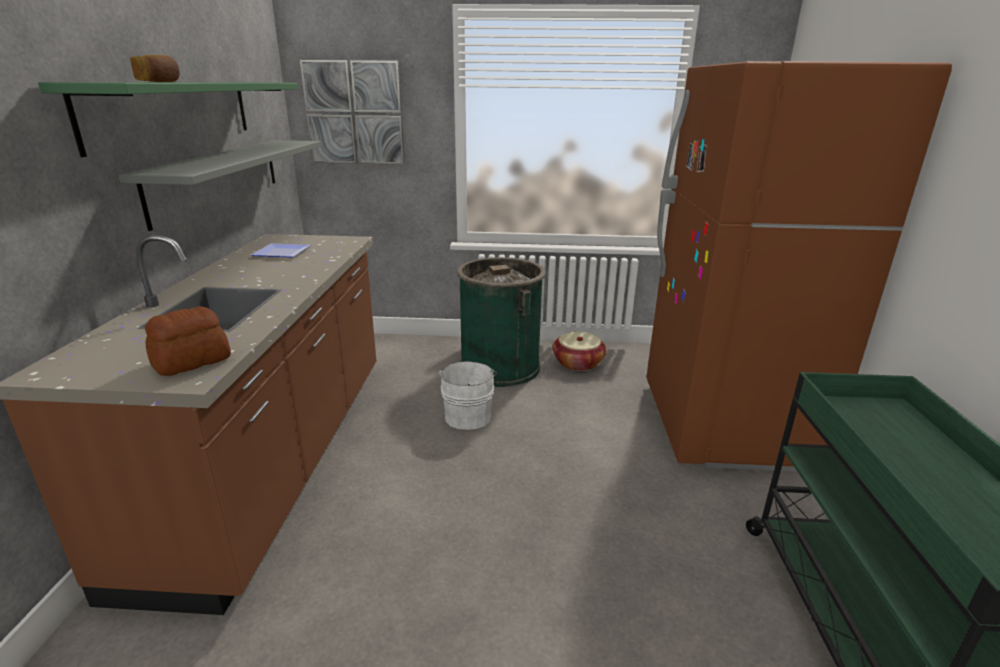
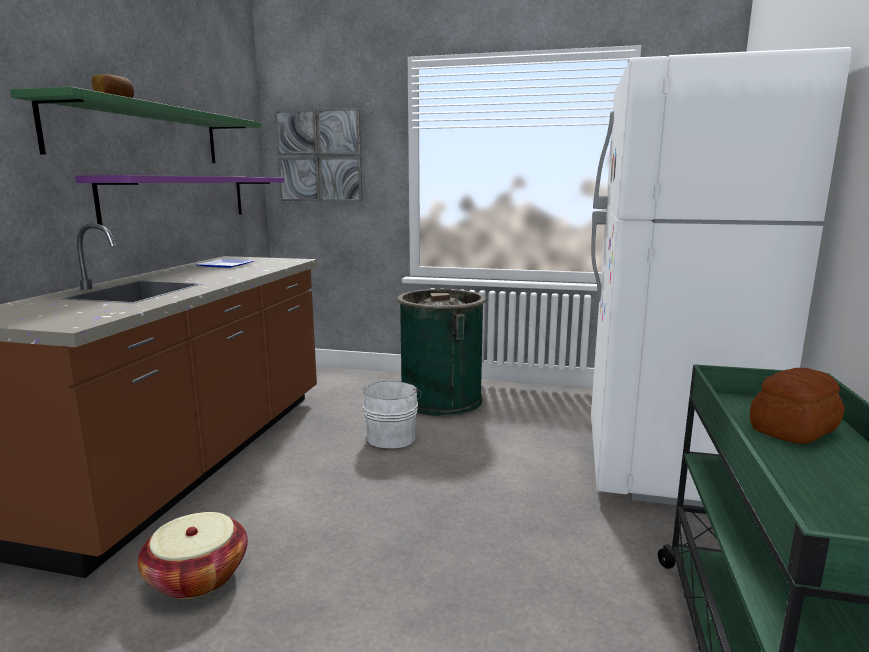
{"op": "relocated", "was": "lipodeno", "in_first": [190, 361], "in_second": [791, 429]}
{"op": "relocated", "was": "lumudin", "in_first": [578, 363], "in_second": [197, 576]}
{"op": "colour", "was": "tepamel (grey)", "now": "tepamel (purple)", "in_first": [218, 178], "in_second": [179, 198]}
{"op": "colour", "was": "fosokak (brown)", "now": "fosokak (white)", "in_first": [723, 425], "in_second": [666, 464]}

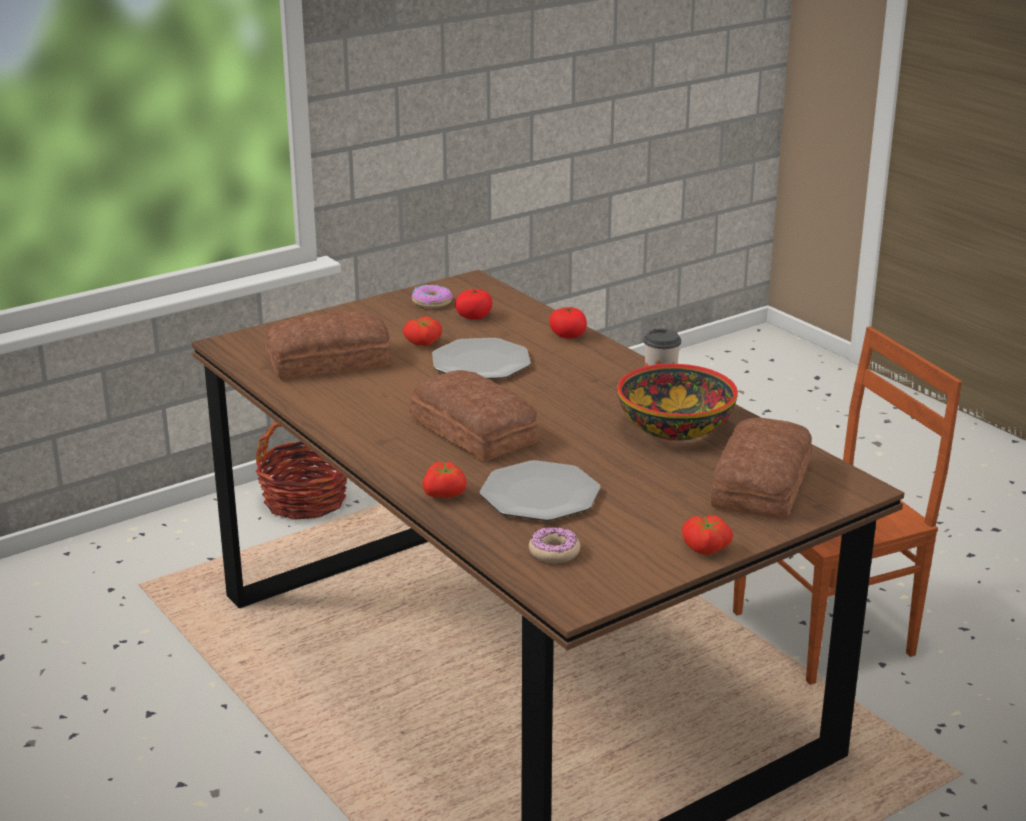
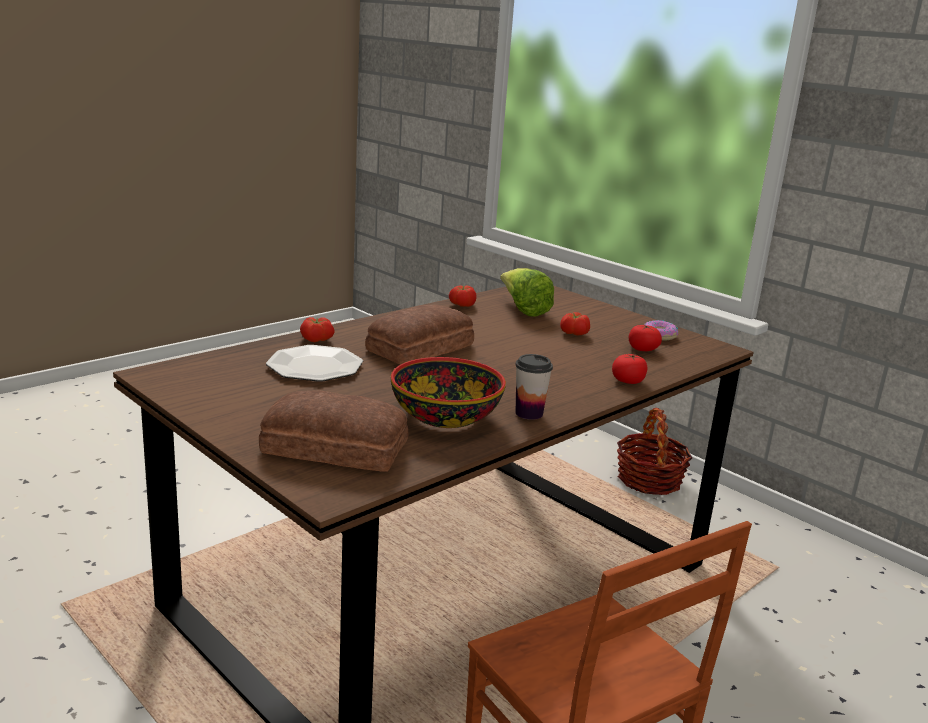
{"op": "missing", "was": "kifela", "in_first": [481, 362]}
{"op": "missing", "was": "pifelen", "in_first": [554, 552]}
{"op": "relocated", "was": "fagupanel", "in_first": [705, 549], "in_second": [461, 305]}
{"op": "exchanged", "was": "lipodeno", "now": "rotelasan", "in_first": [330, 361], "in_second": [523, 310]}

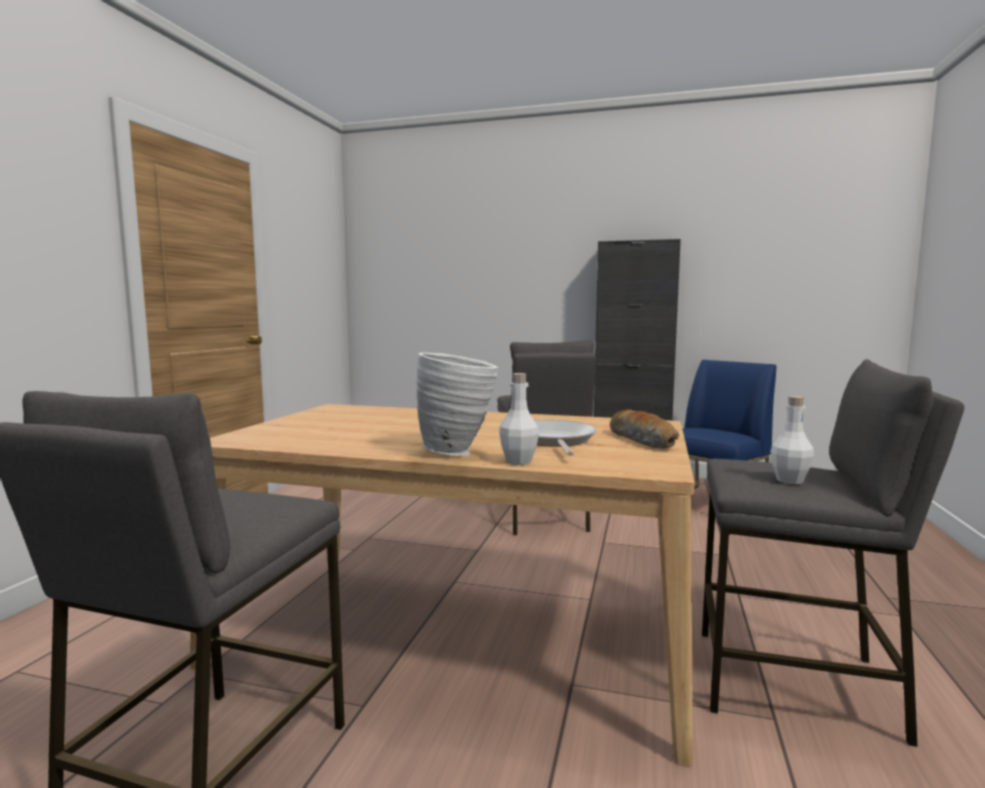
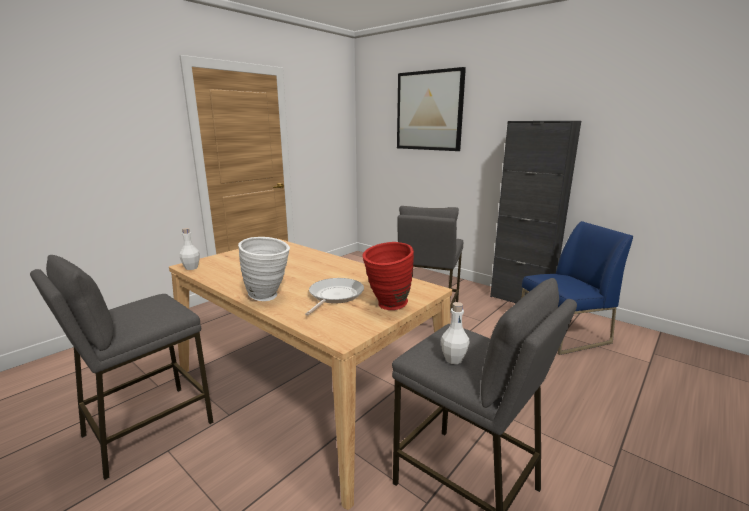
{"op": "appeared", "now": "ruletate", "in_second": [429, 111]}
{"op": "relocated", "was": "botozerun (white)", "in_first": [518, 461], "in_second": [191, 268]}
{"op": "exchanged", "was": "lipodeno", "now": "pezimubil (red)", "in_first": [643, 440], "in_second": [387, 306]}

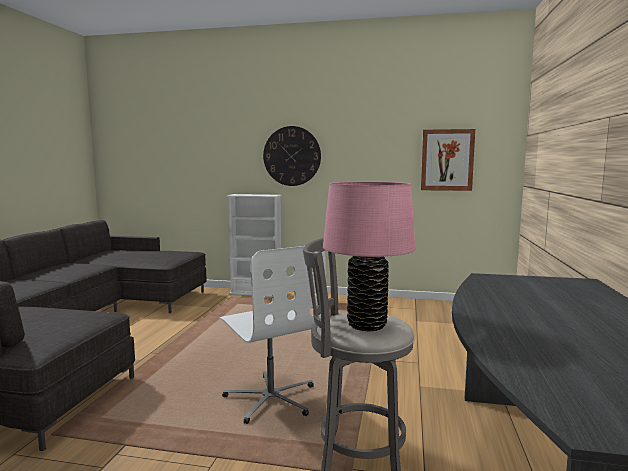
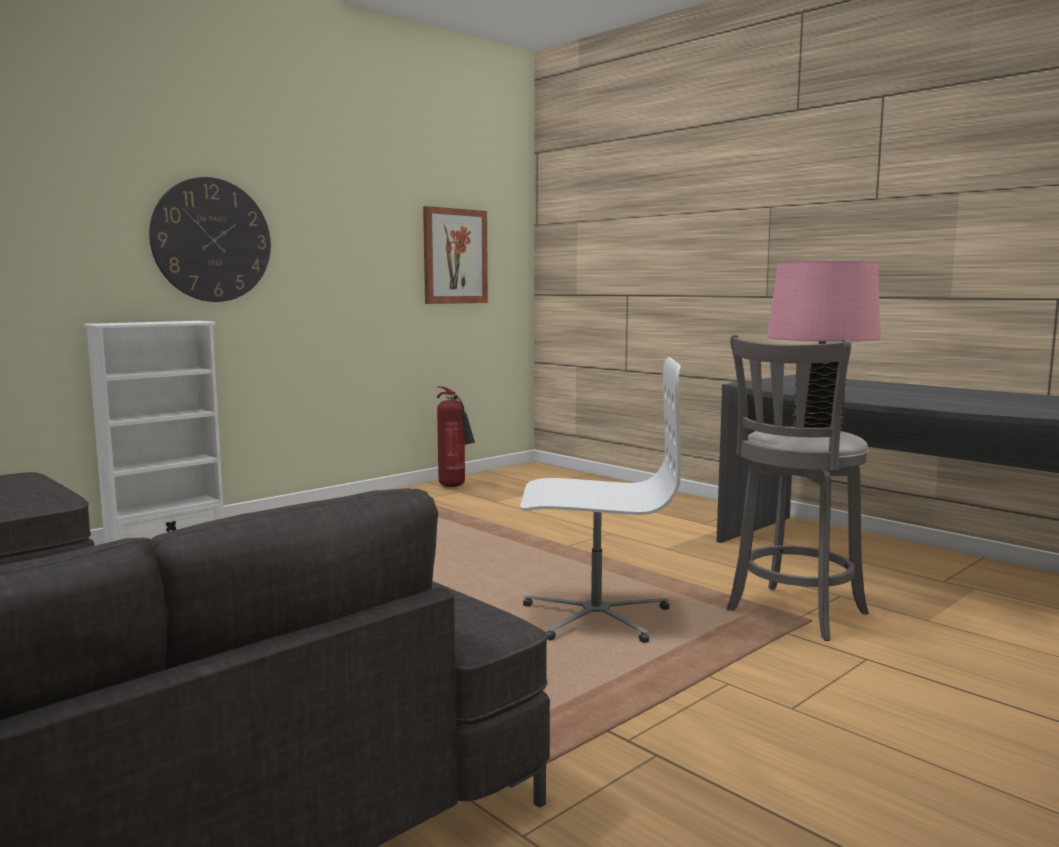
{"op": "appeared", "now": "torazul", "in_second": [455, 486]}

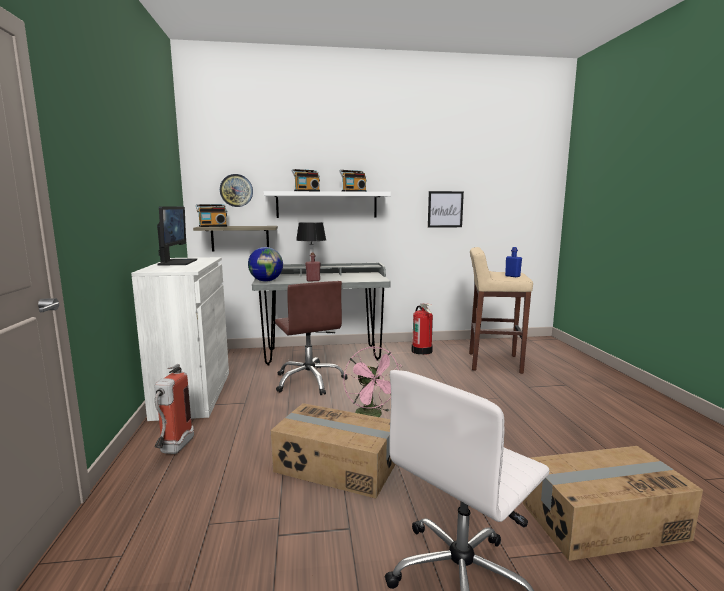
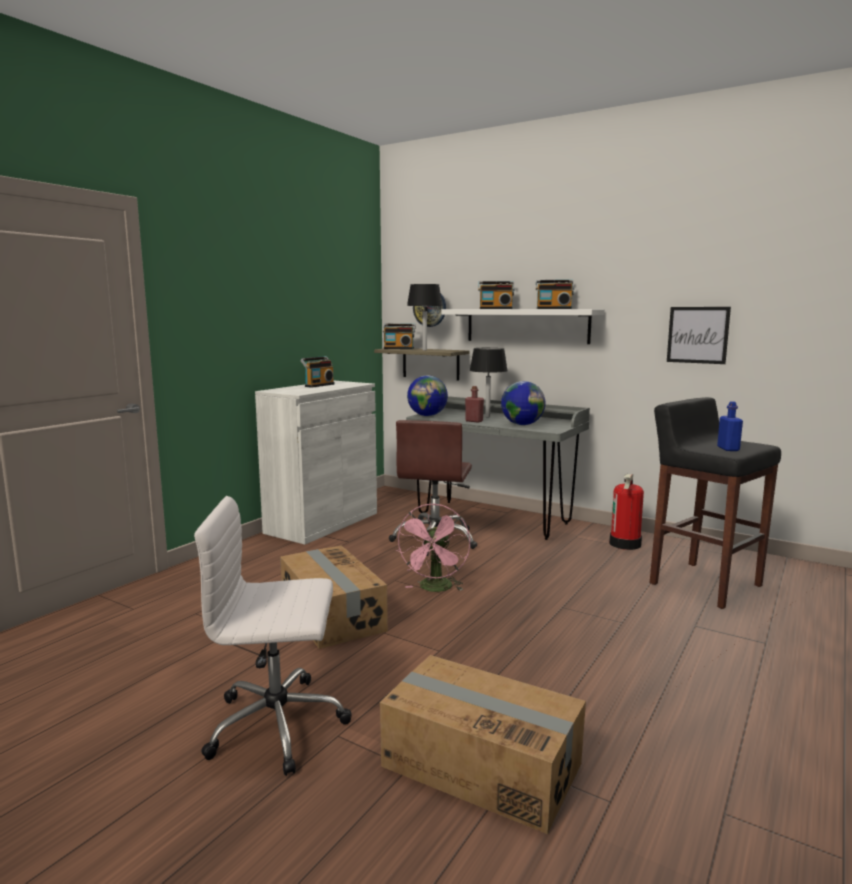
{"op": "missing", "was": "torazul", "in_first": [173, 450]}
{"op": "appeared", "now": "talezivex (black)", "in_second": [424, 350]}
{"op": "appeared", "now": "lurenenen", "in_second": [522, 424]}
{"op": "exchanged", "was": "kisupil", "now": "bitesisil", "in_first": [177, 262], "in_second": [318, 385]}
{"op": "colour", "was": "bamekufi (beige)", "now": "bamekufi (black)", "in_first": [493, 363], "in_second": [703, 584]}

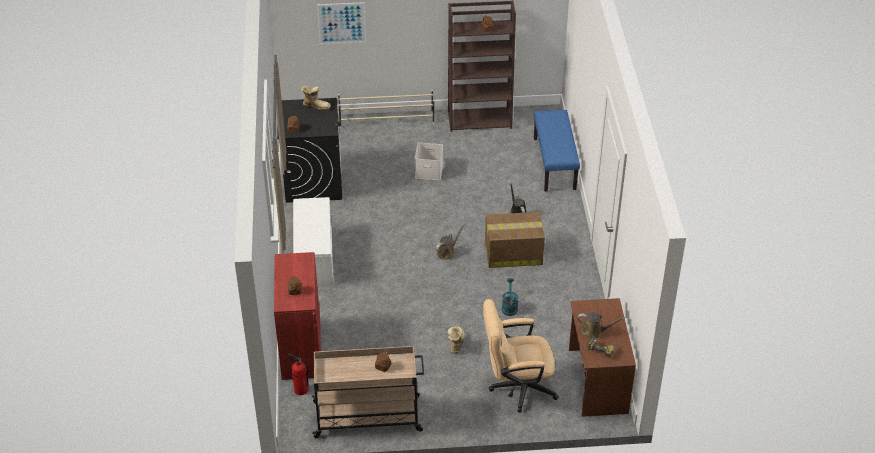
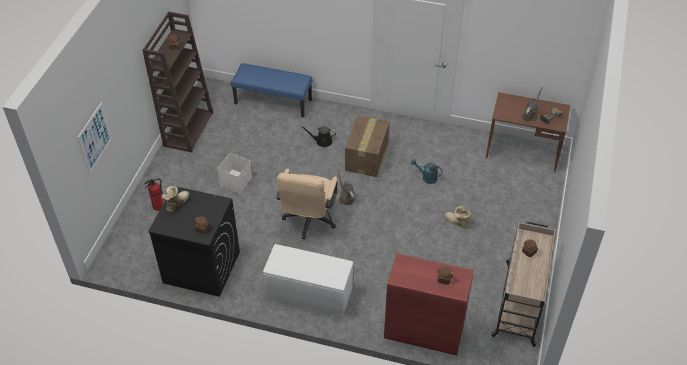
{"op": "missing", "was": "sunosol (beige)", "in_first": [387, 119]}
{"op": "relocated", "was": "torazul", "in_first": [300, 390], "in_second": [158, 206]}
{"op": "relocated", "was": "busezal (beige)", "in_first": [516, 387], "in_second": [309, 221]}

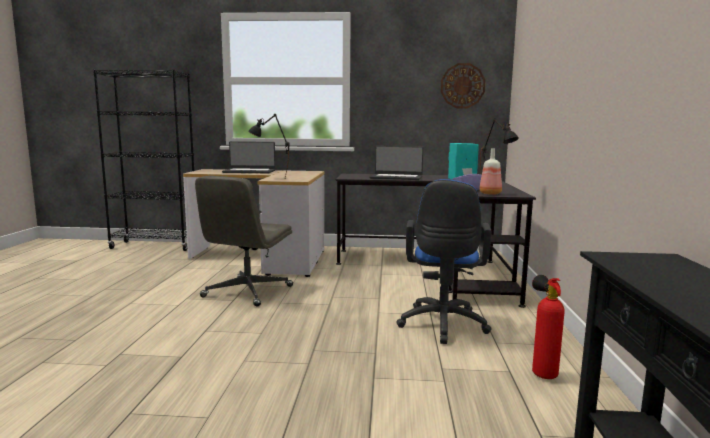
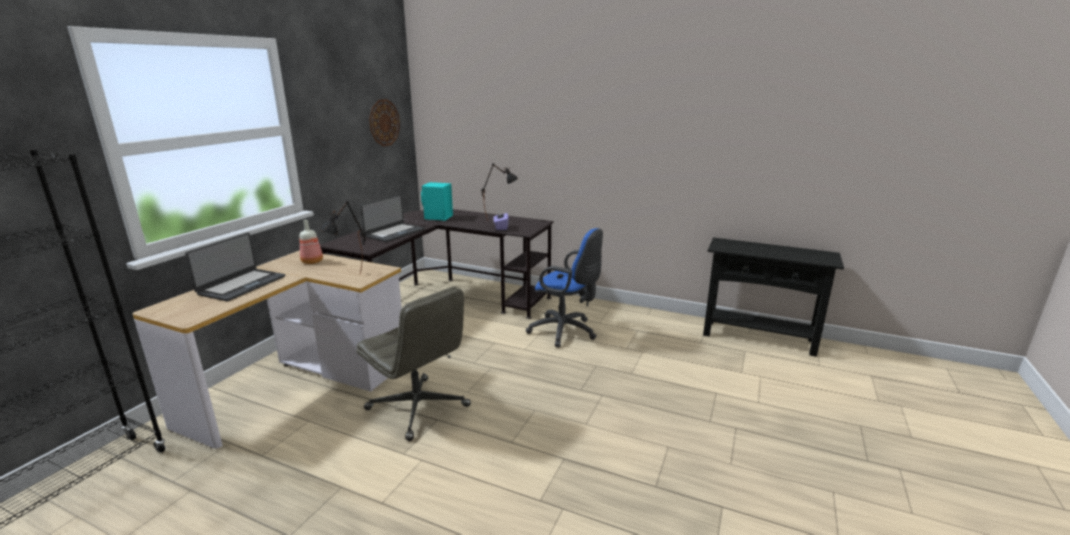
{"op": "missing", "was": "torazul", "in_first": [541, 373]}
{"op": "relocated", "was": "botozerun", "in_first": [491, 193], "in_second": [313, 261]}

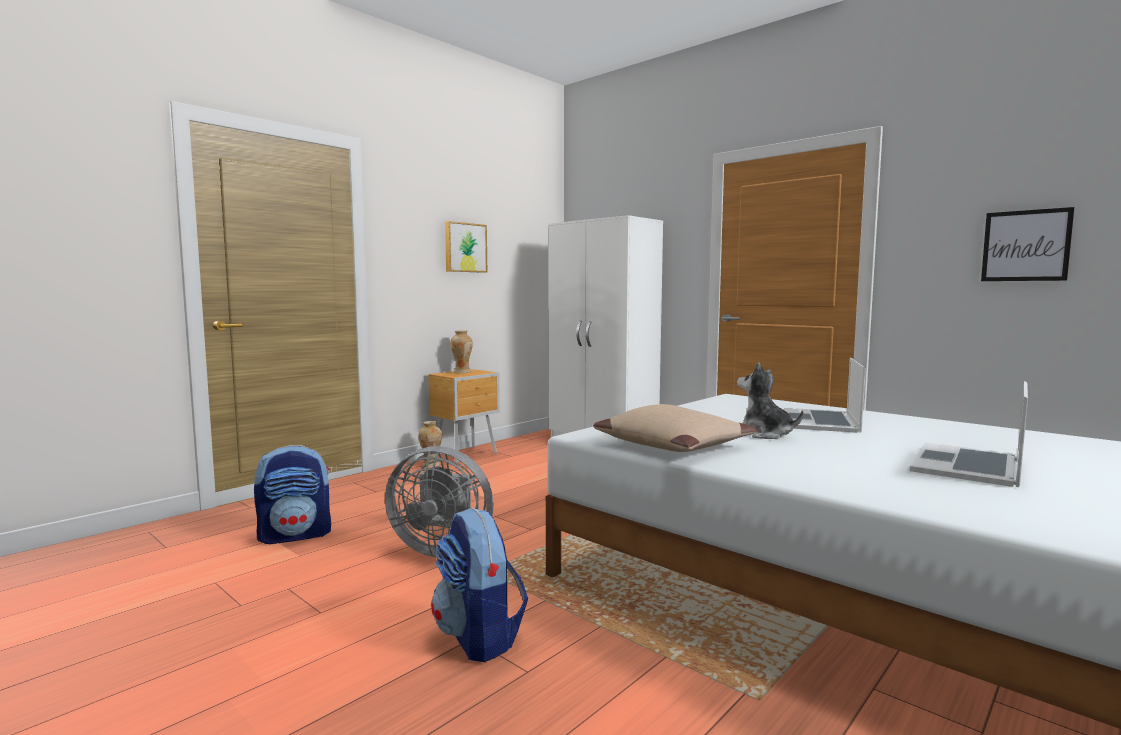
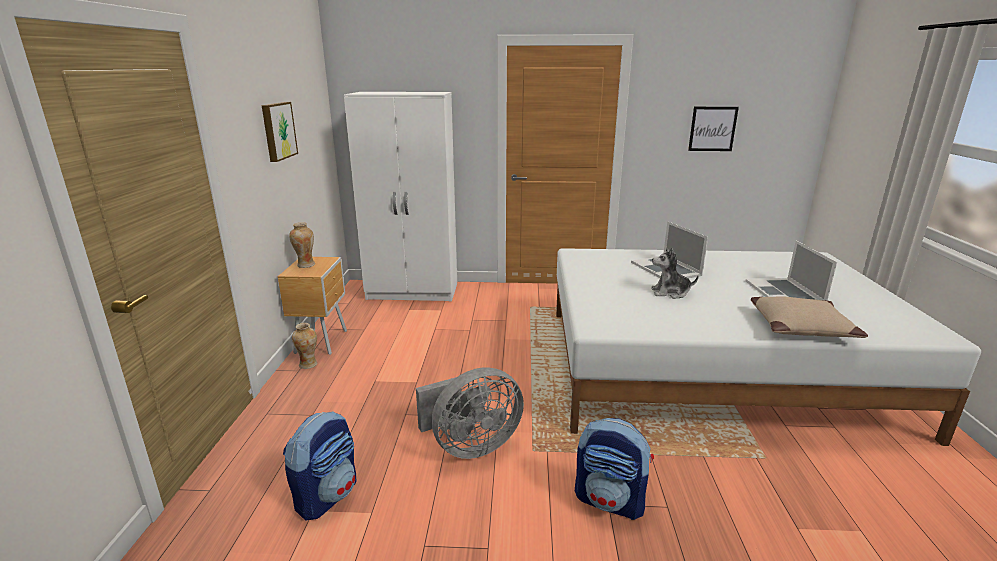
{"op": "relocated", "was": "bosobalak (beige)", "in_first": [674, 446], "in_second": [801, 327]}

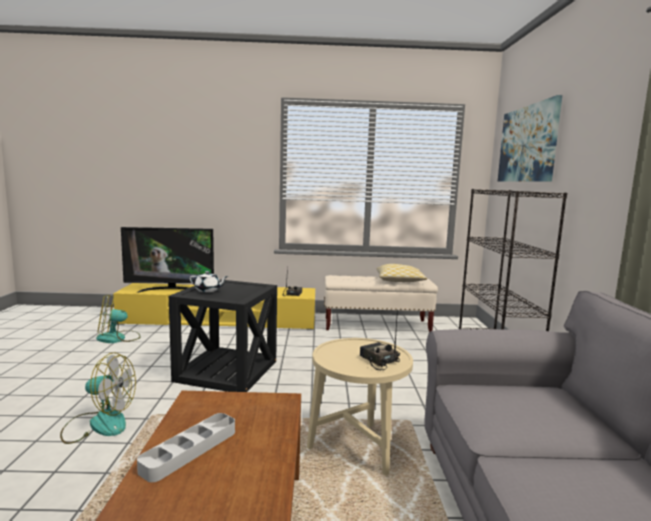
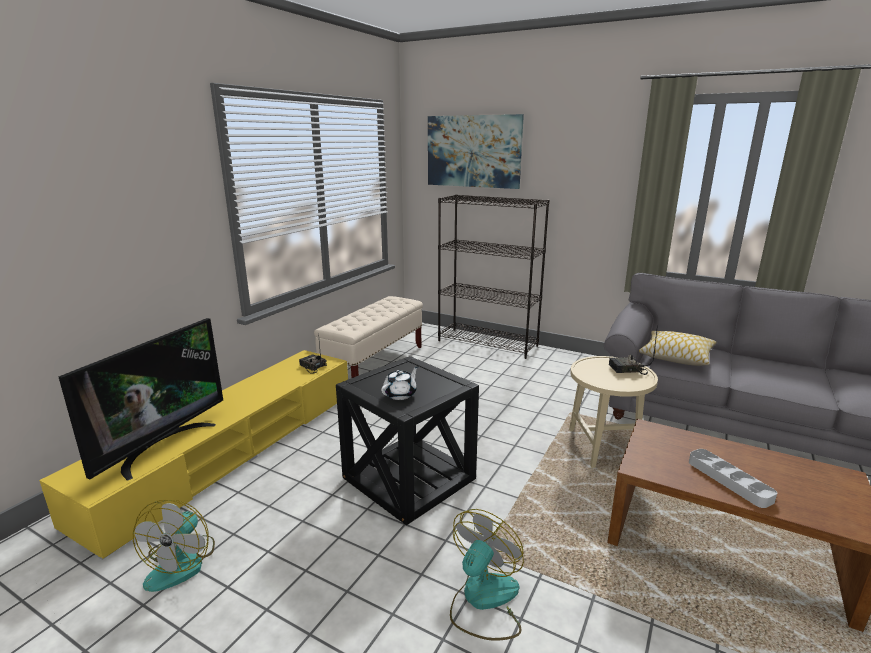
{"op": "relocated", "was": "bosobalak", "in_first": [399, 280], "in_second": [676, 356]}

